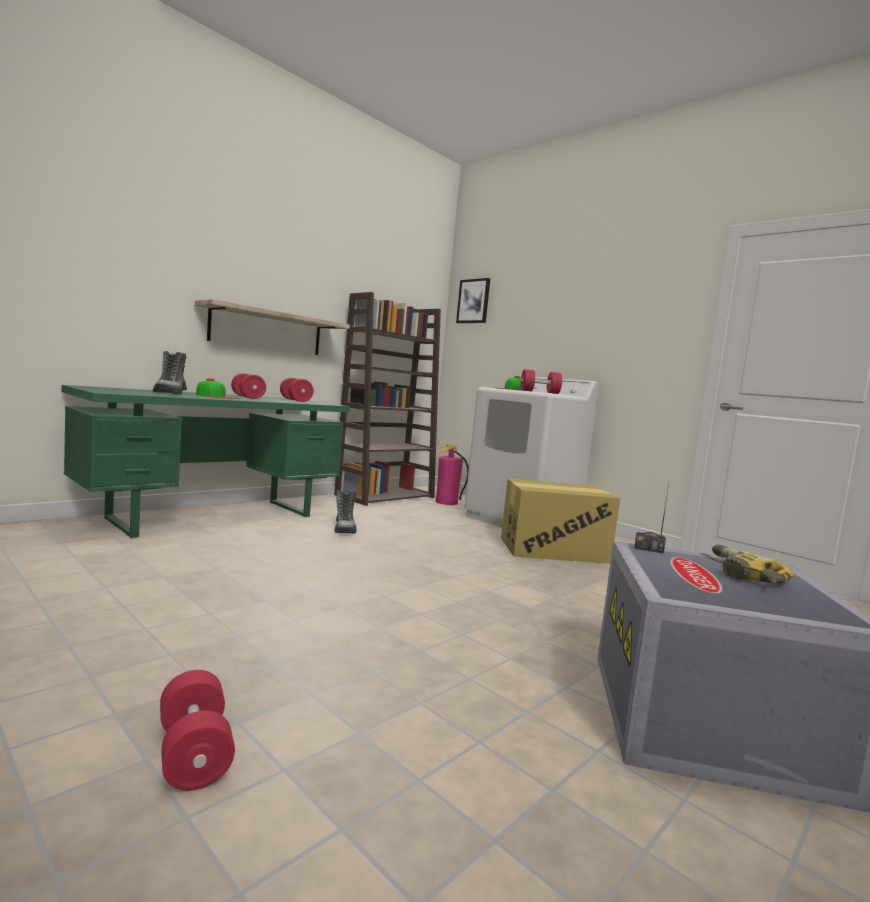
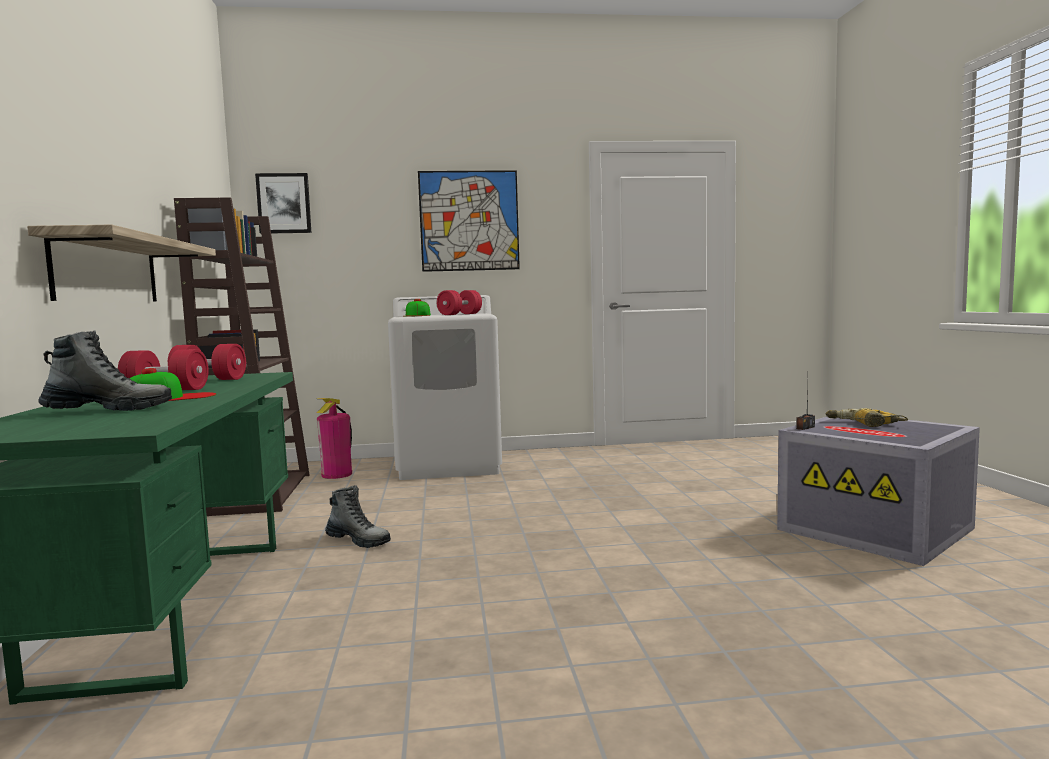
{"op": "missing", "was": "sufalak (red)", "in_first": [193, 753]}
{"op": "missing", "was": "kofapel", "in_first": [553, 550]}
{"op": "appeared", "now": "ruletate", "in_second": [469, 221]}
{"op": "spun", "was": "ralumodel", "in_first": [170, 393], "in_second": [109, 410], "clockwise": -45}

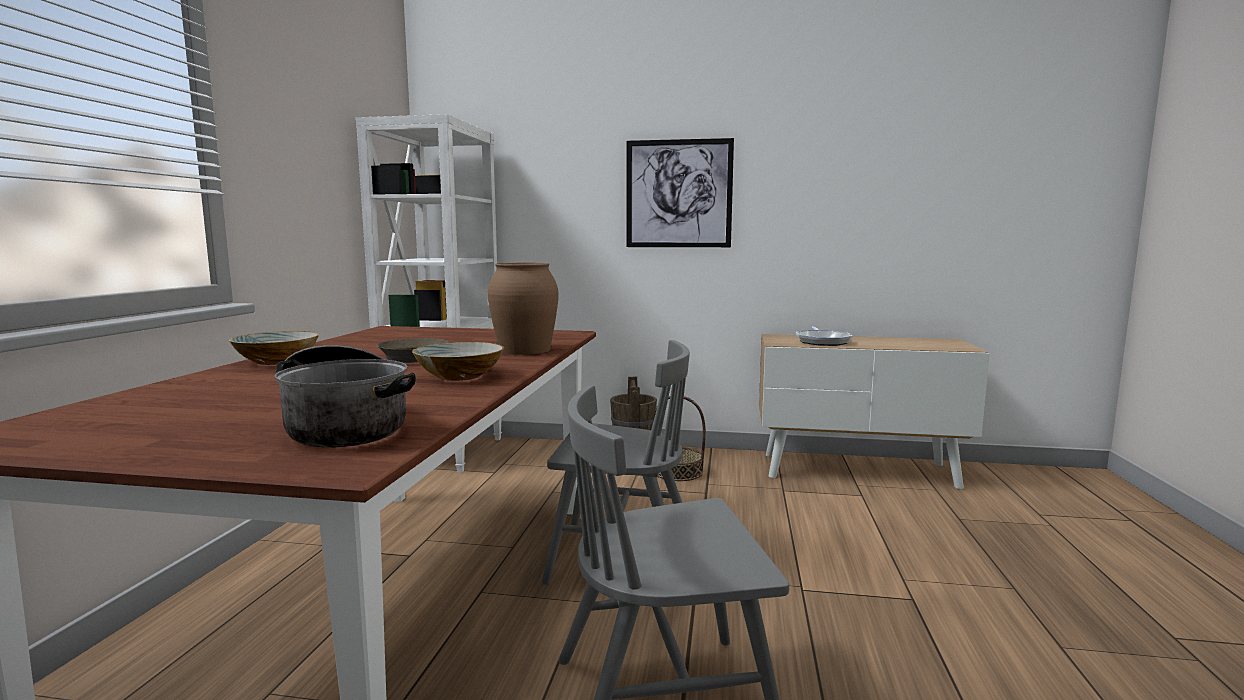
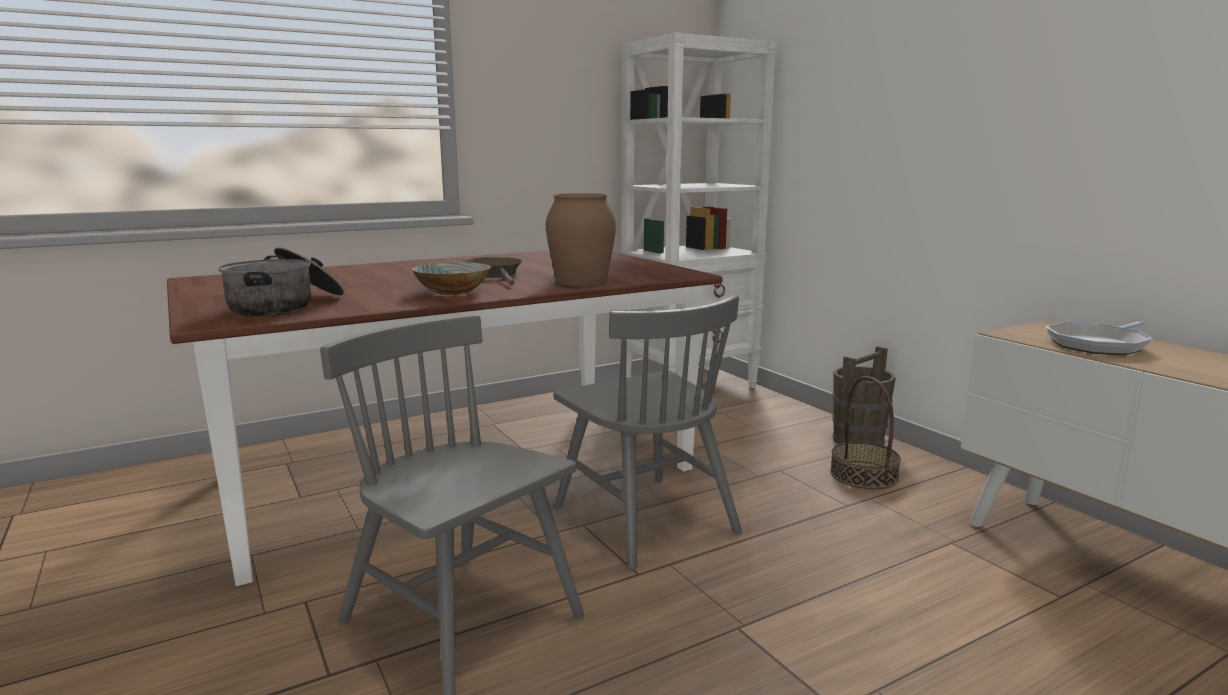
{"op": "missing", "was": "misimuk", "in_first": [277, 361]}
{"op": "missing", "was": "ruletate", "in_first": [678, 194]}

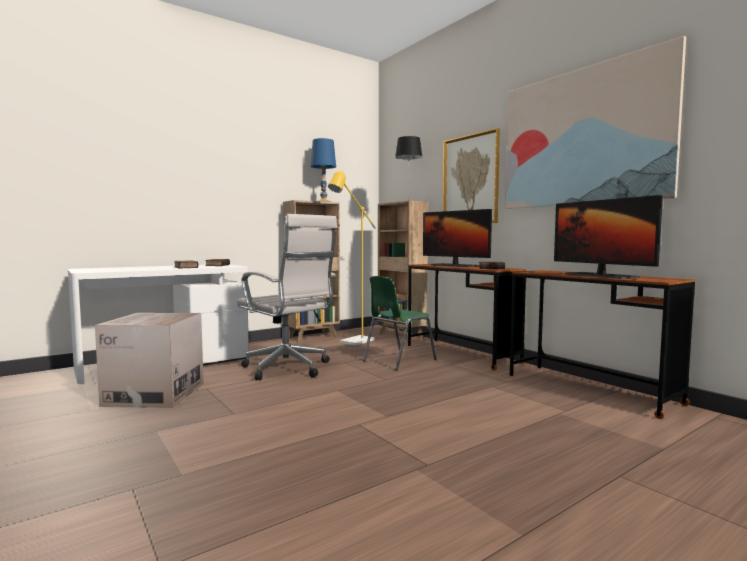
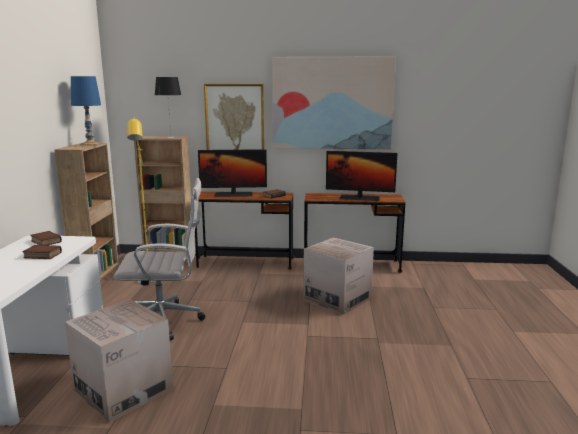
{"op": "missing", "was": "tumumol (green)", "in_first": [398, 360]}
{"op": "appeared", "now": "kofapel", "in_second": [337, 299]}

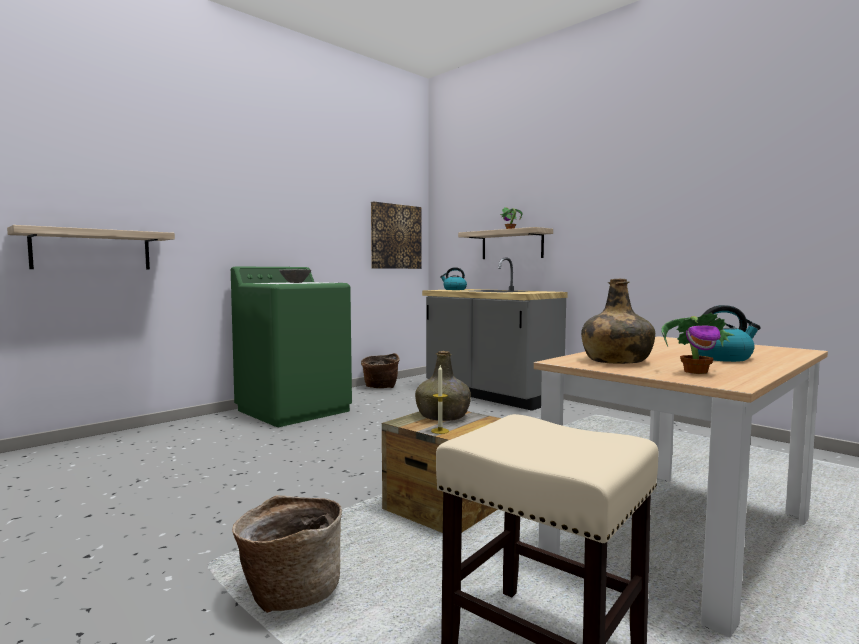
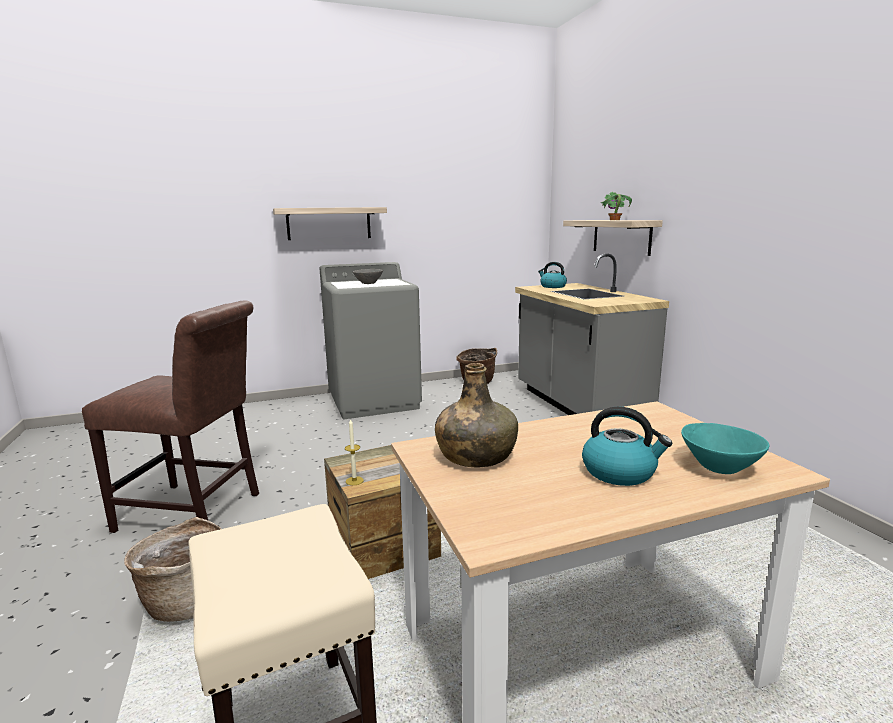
{"op": "missing", "was": "ruletate", "in_first": [396, 236]}
{"op": "missing", "was": "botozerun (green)", "in_first": [443, 416]}
{"op": "missing", "was": "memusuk", "in_first": [696, 372]}
{"op": "appeared", "now": "tumumol (brown)", "in_second": [196, 513]}
{"op": "appeared", "now": "misimuk (turquoise)", "in_second": [719, 467]}
{"op": "relocated", "was": "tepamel", "in_first": [92, 250], "in_second": [329, 223]}
{"op": "colour", "was": "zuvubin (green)", "now": "zuvubin (grey)", "in_first": [294, 410], "in_second": [374, 401]}

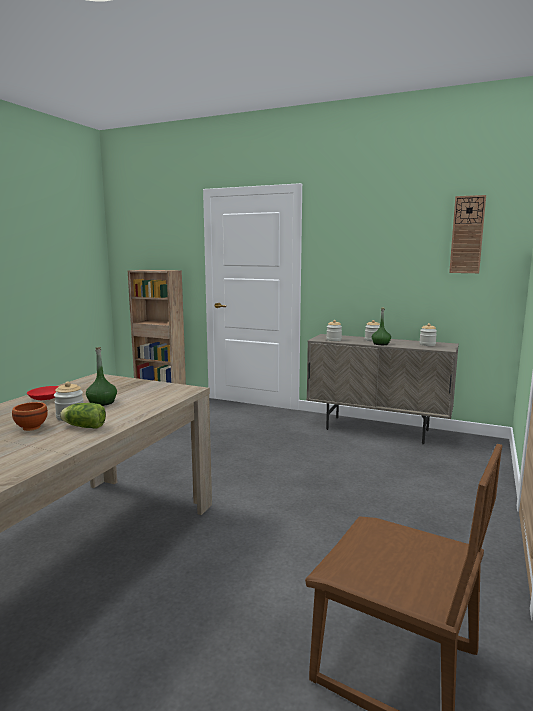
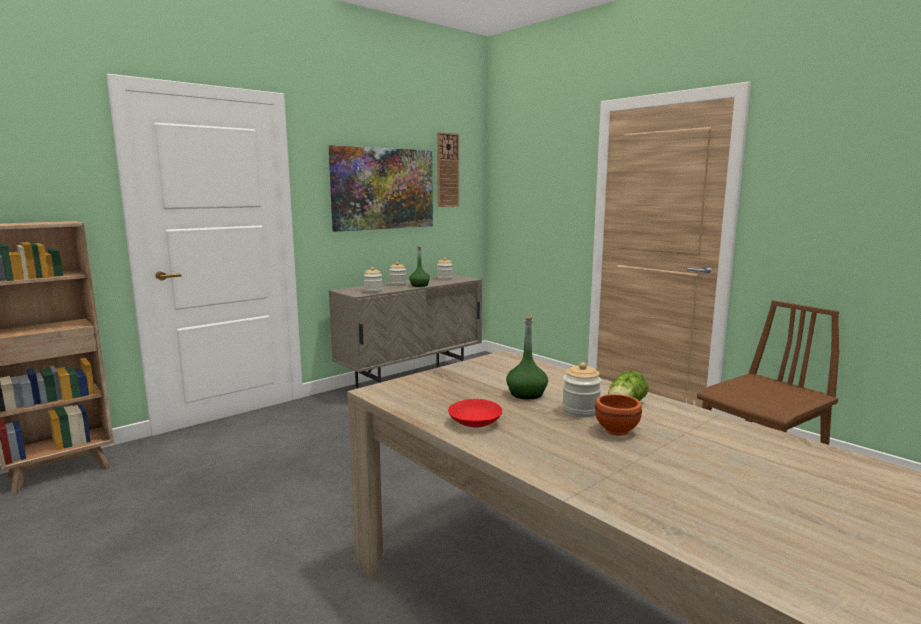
{"op": "appeared", "now": "ruletate", "in_second": [383, 189]}

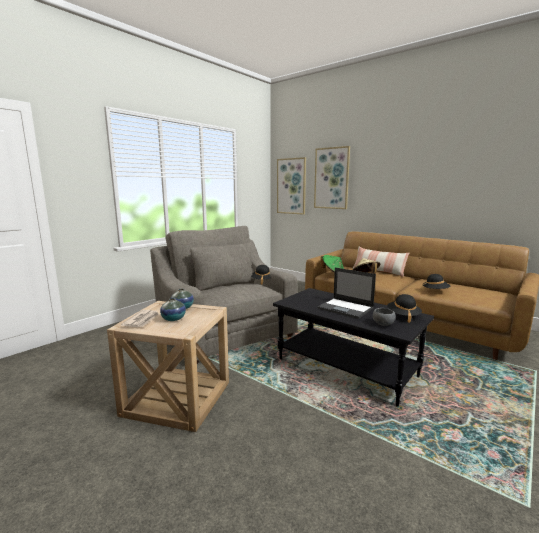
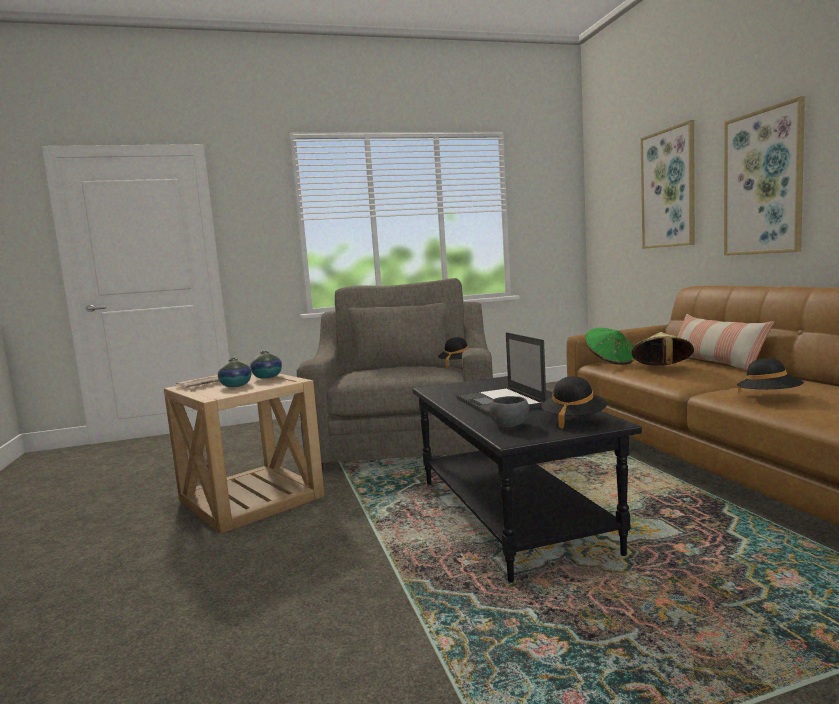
{"op": "relocated", "was": "ruletate", "in_first": [291, 186], "in_second": [763, 183]}

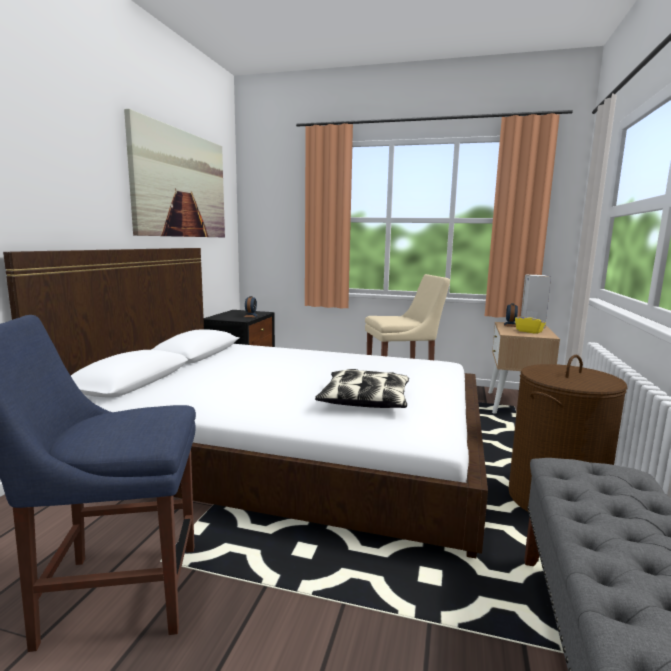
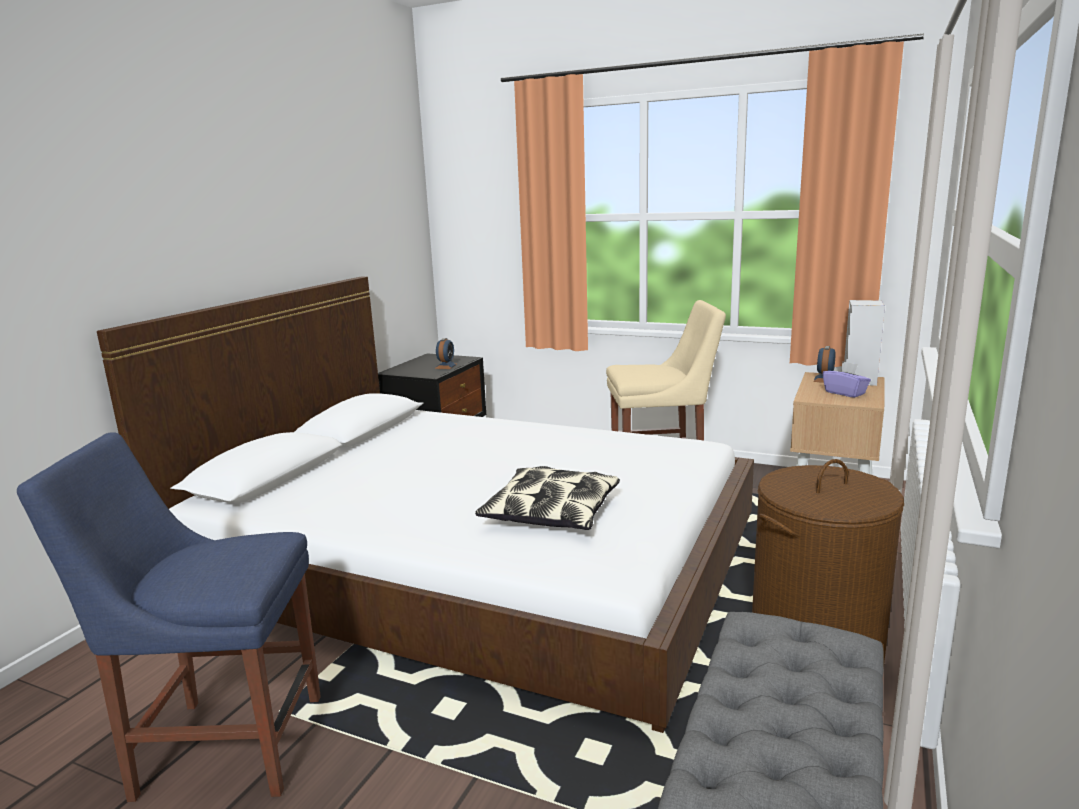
{"op": "missing", "was": "ruletate", "in_first": [181, 184]}
{"op": "colour", "was": "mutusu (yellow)", "now": "mutusu (purple)", "in_first": [529, 331], "in_second": [845, 393]}

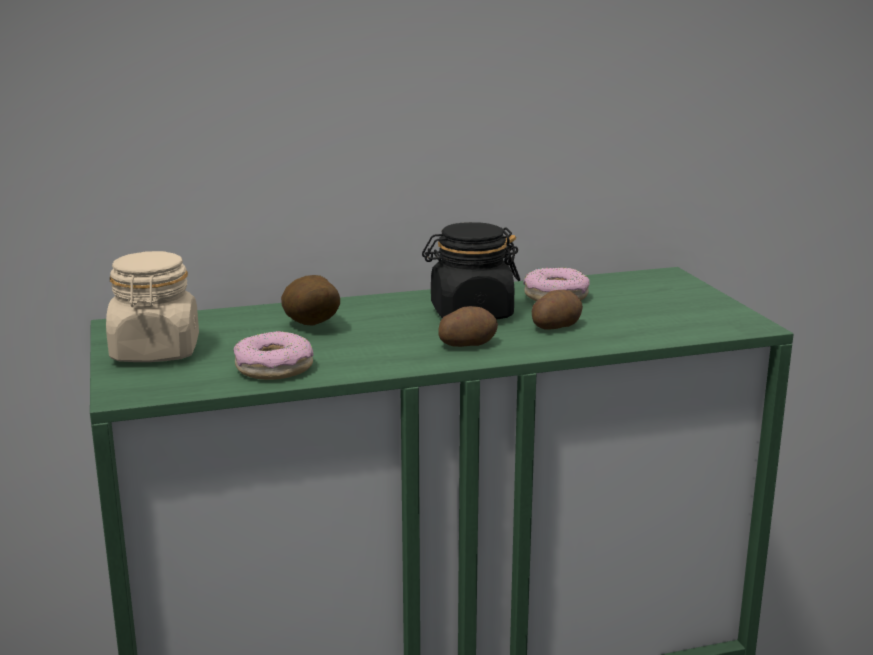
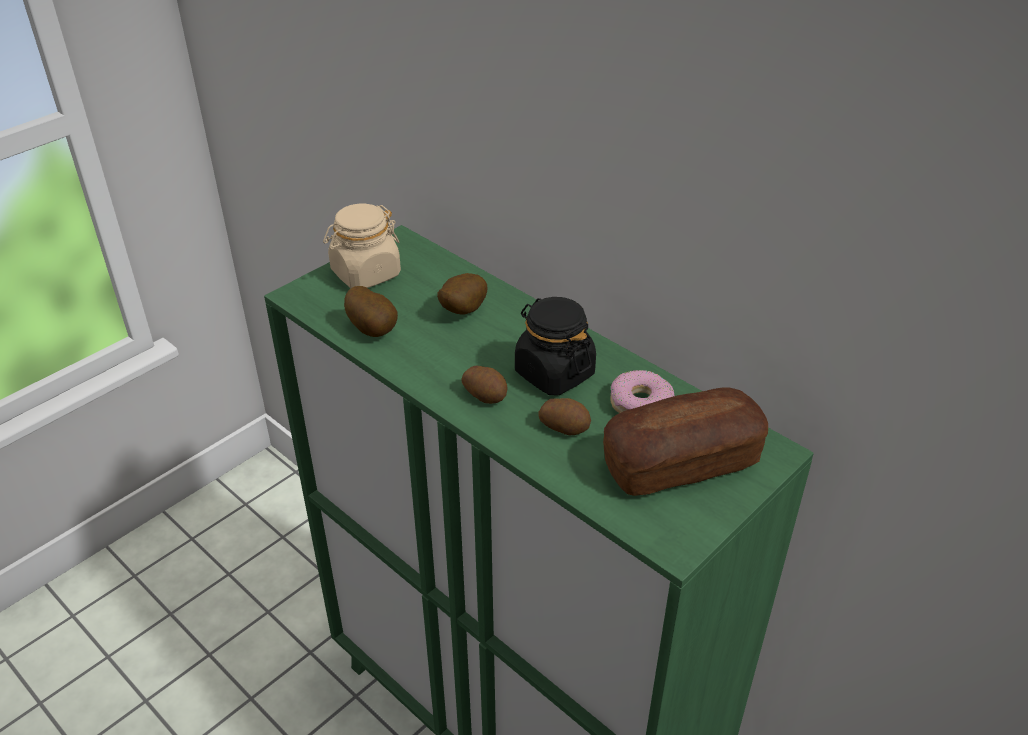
{"op": "appeared", "now": "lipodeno", "in_second": [681, 463]}
{"op": "exchanged", "was": "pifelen", "now": "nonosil", "in_first": [274, 368], "in_second": [374, 329]}

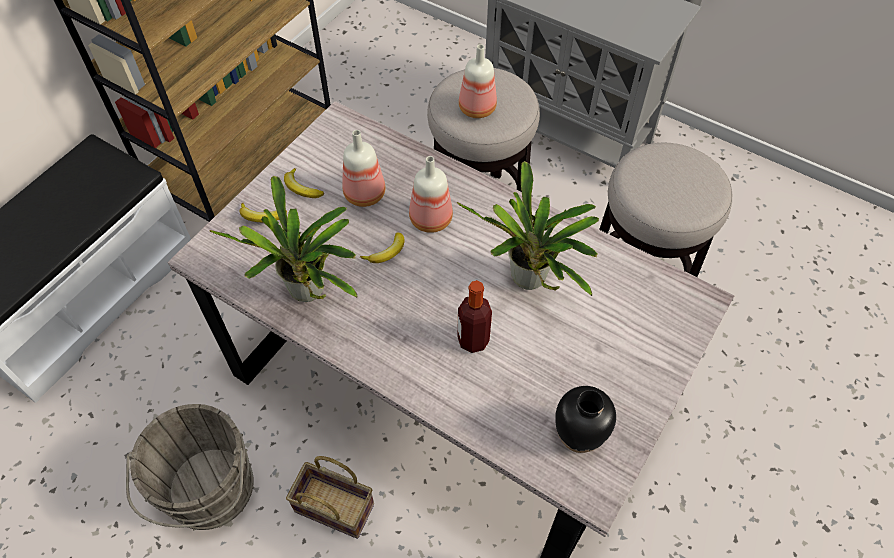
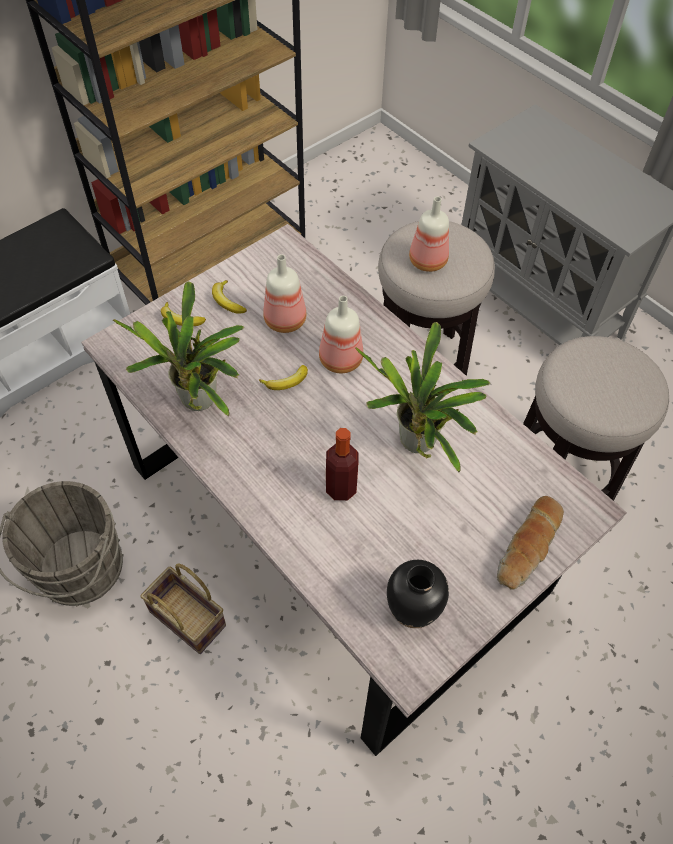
{"op": "appeared", "now": "lipodeno", "in_second": [528, 548]}

